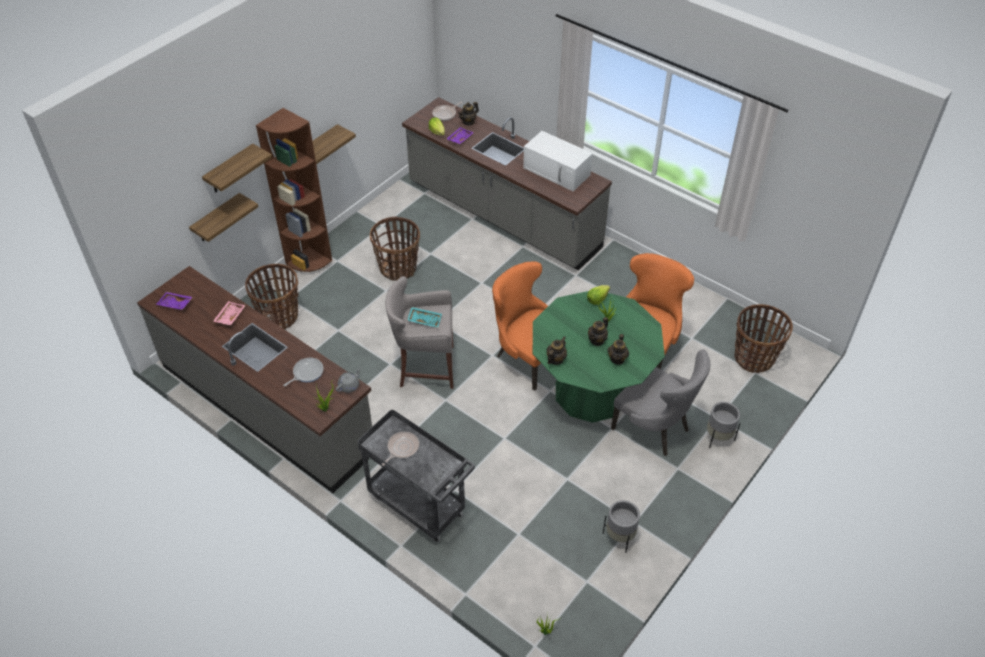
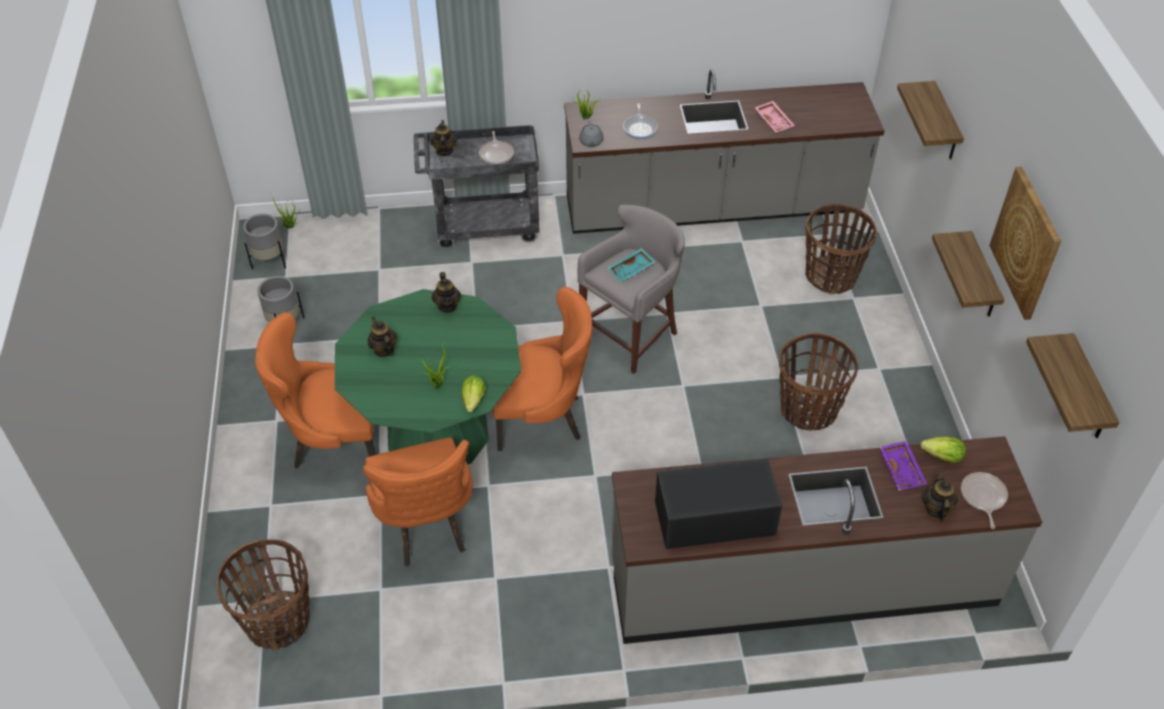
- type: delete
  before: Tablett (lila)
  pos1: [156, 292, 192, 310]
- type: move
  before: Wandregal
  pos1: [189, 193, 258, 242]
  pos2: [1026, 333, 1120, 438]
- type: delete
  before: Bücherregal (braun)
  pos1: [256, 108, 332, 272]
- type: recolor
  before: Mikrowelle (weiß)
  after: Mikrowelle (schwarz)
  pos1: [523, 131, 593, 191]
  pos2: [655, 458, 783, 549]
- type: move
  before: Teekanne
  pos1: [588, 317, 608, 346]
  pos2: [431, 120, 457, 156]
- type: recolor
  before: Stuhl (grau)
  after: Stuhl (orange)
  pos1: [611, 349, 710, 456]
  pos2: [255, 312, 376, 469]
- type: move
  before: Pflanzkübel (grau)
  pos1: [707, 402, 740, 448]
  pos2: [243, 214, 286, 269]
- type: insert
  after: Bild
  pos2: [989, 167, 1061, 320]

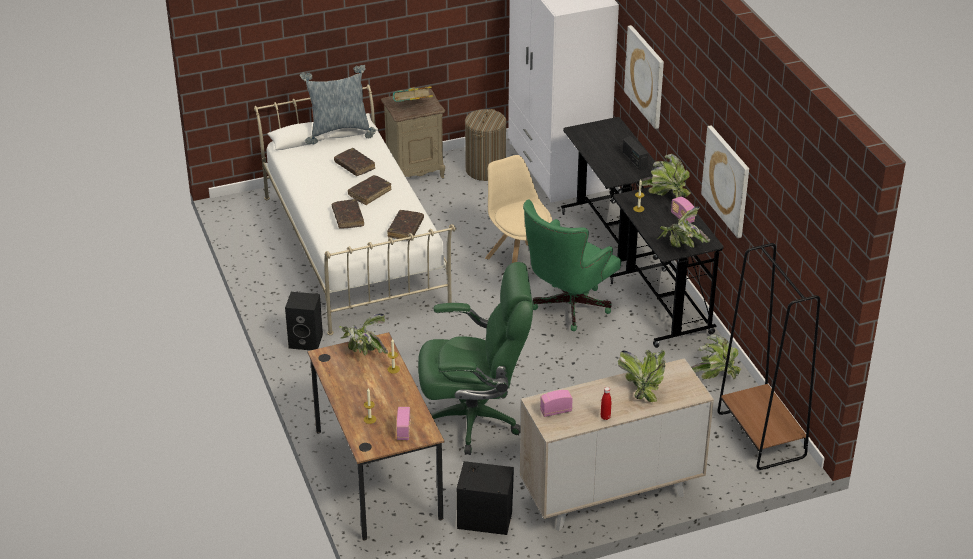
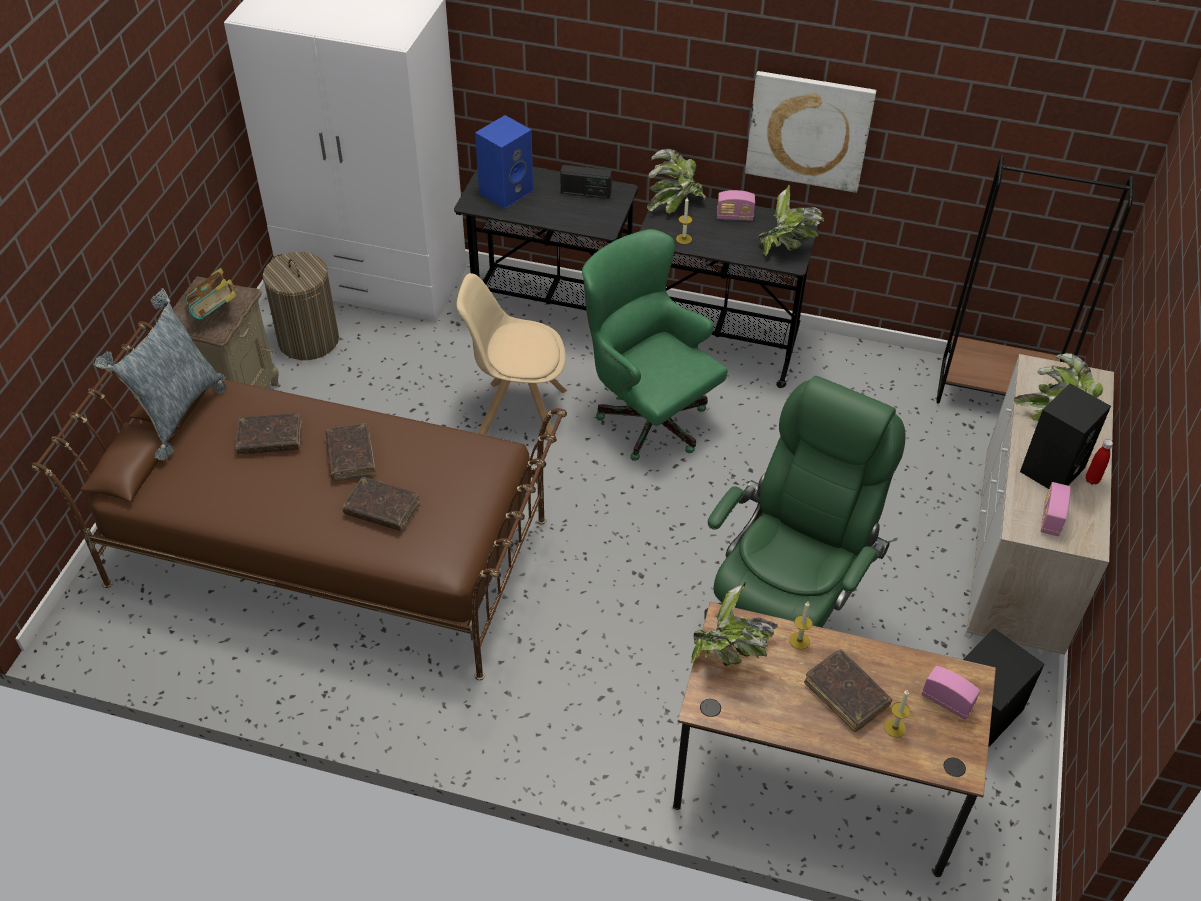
- type: recolor
  before: Bett (weiß)
  after: Bett (braun)
  pos1: [254, 85, 456, 335]
  pos2: [31, 321, 567, 680]
- type: move
  before: Lautsprecher (schwarz)
  pos1: [285, 292, 323, 350]
  pos2: [1020, 383, 1111, 489]
- type: move
  before: Buch (braun)
  pos1: [387, 210, 424, 240]
  pos2: [804, 649, 892, 732]
- type: rotate
  before: Bürostuhl (grün)
  pos1: [523, 199, 621, 331]
  pos2: [582, 229, 728, 461]
  turn: 150
- type: delete
  before: Bild
  pos1: [624, 25, 664, 129]
- type: delete
  before: Topfpflanze
  pos1: [691, 334, 741, 379]
- type: insert
  after: Lautsprecher (blau)
  pos2: [475, 115, 533, 209]

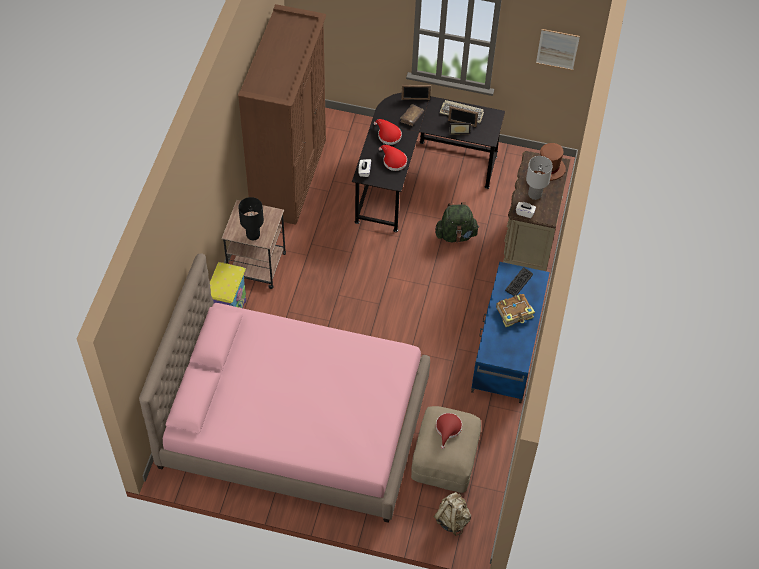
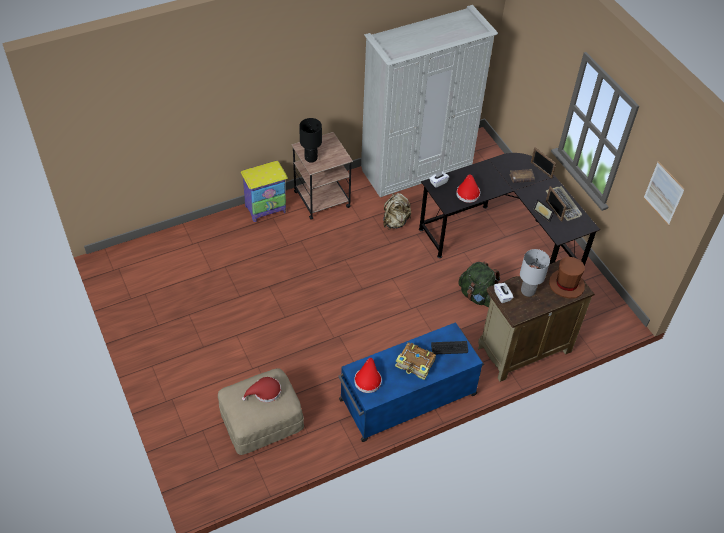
- type: delete
  before: Bett (rosa)
  pos1: [139, 253, 430, 523]
- type: recolor
  before: Kleiderschrank (braun)
  after: Kleiderschrank (weiß)
  pos1: [238, 4, 326, 224]
  pos2: [361, 5, 498, 197]
- type: move
  before: Hut (rot)
  pos1: [374, 119, 402, 145]
  pos2: [354, 358, 382, 393]
- type: move
  before: Rucksack (beige)
  pos1: [434, 492, 471, 536]
  pos2: [383, 193, 411, 230]

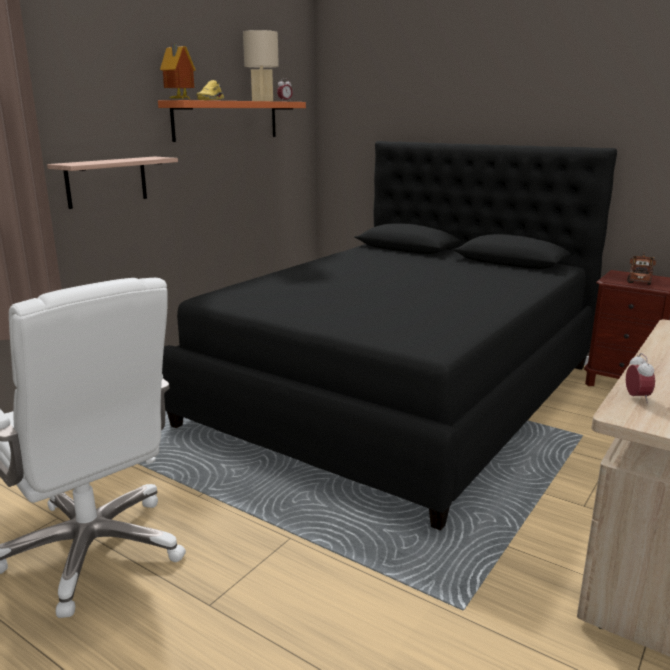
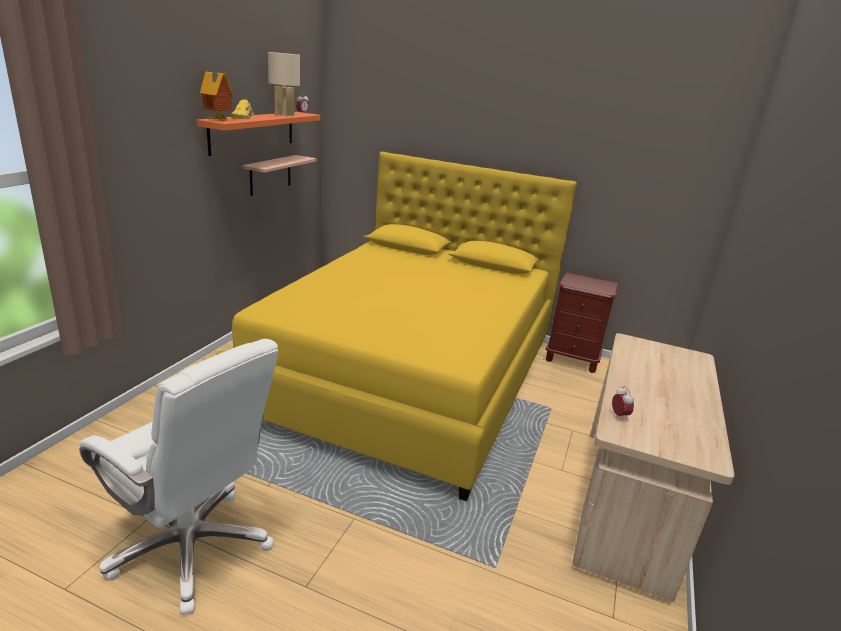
- type: move
  before: Wandregal
  pos1: [47, 157, 178, 209]
  pos2: [242, 155, 317, 196]
- type: recolor
  before: Bett (schwarz)
  after: Bett (gelb)
  pos1: [162, 141, 617, 531]
  pos2: [216, 152, 577, 501]
- type: delete
  before: Spielzeuglaster
  pos1: [627, 253, 656, 285]

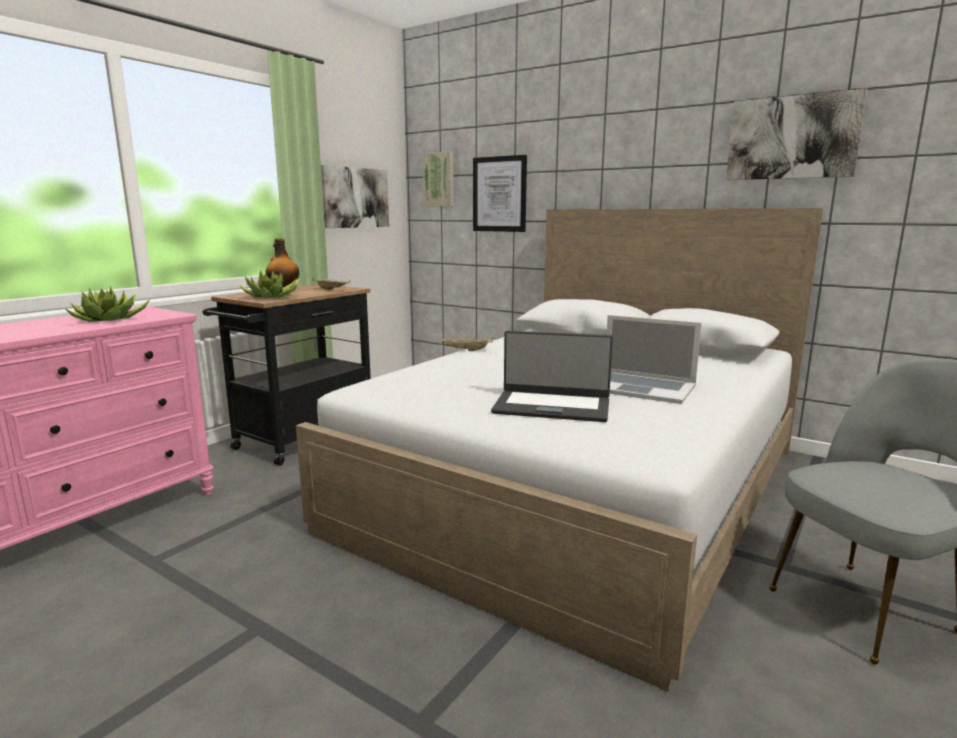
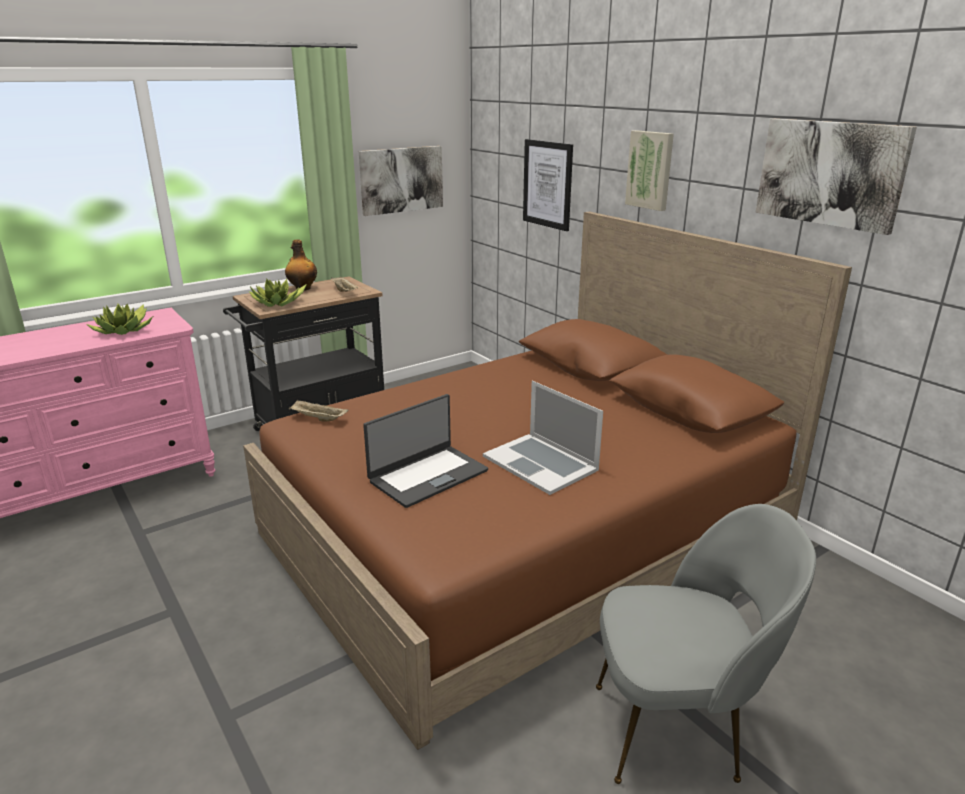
- type: recolor
  before: Bett (weiß)
  after: Bett (braun)
  pos1: [296, 208, 823, 691]
  pos2: [243, 211, 852, 750]
- type: move
  before: Bild
  pos1: [422, 151, 454, 206]
  pos2: [625, 130, 674, 211]
- type: move
  before: Tablett (beige)
  pos1: [440, 338, 493, 351]
  pos2: [289, 400, 349, 421]
- type: rotate
  before: Laptop
  pos1: [491, 331, 613, 422]
  pos2: [363, 394, 488, 508]
  turn: -75

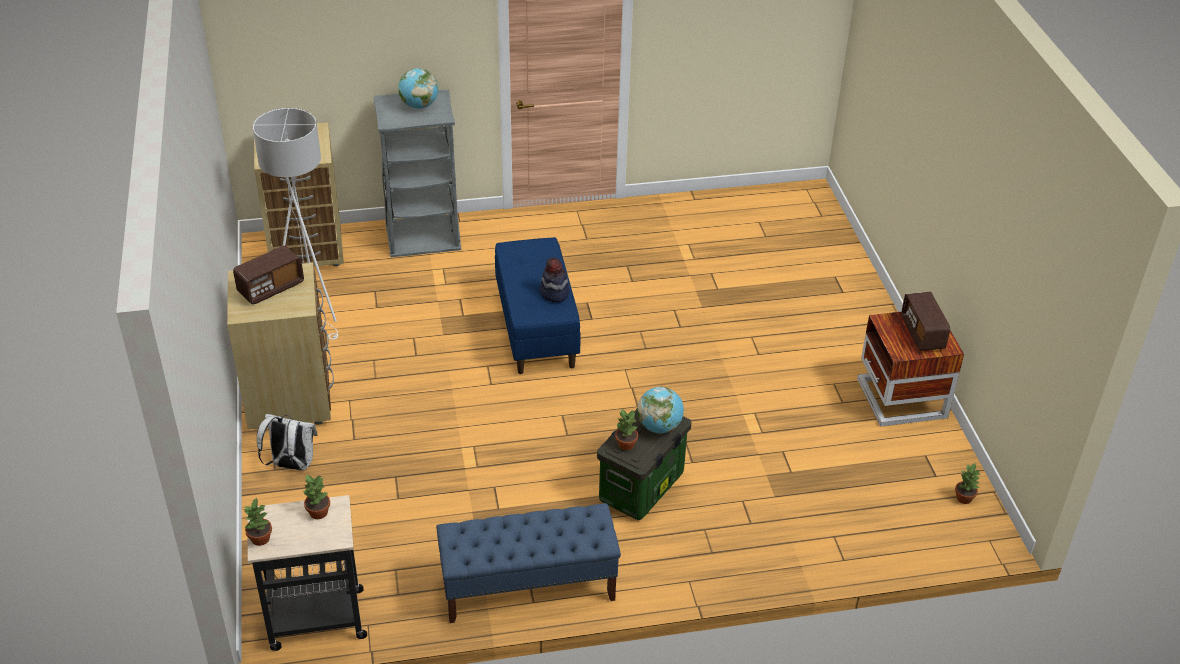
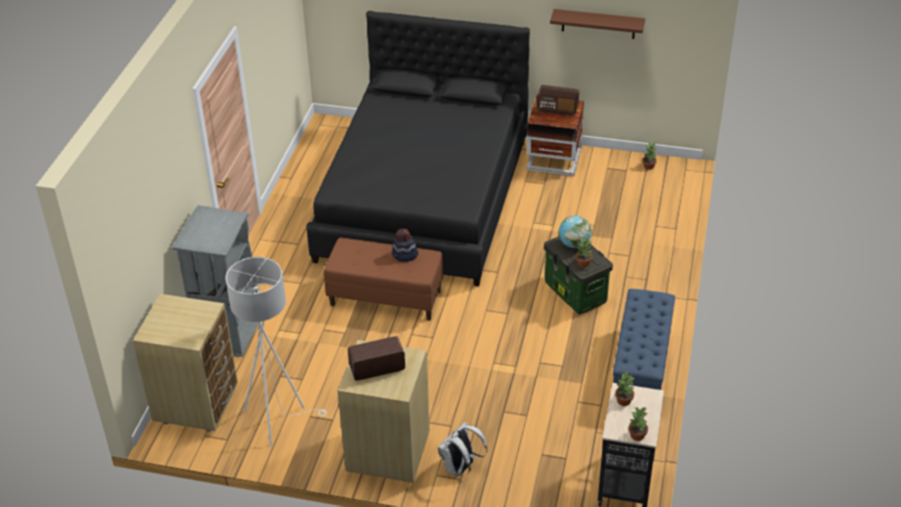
- type: rotate
  before: Radio
  pos1: [233, 245, 304, 304]
  pos2: [348, 336, 405, 381]
  turn: -90
- type: delete
  before: Globus
  pos1: [398, 68, 438, 109]
- type: recolor
  before: Bank (blau)
  after: Bank (braun)
  pos1: [495, 237, 581, 374]
  pos2: [324, 238, 443, 321]
- type: insert
  after: Bett (schwarz)
  pos2: [306, 11, 530, 287]
- type: insert
  after: Wandregal (braun)
  pos2: [550, 9, 645, 39]

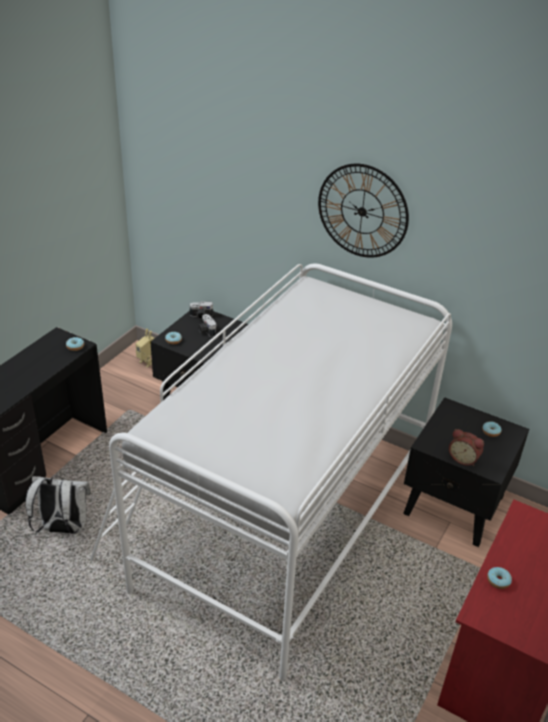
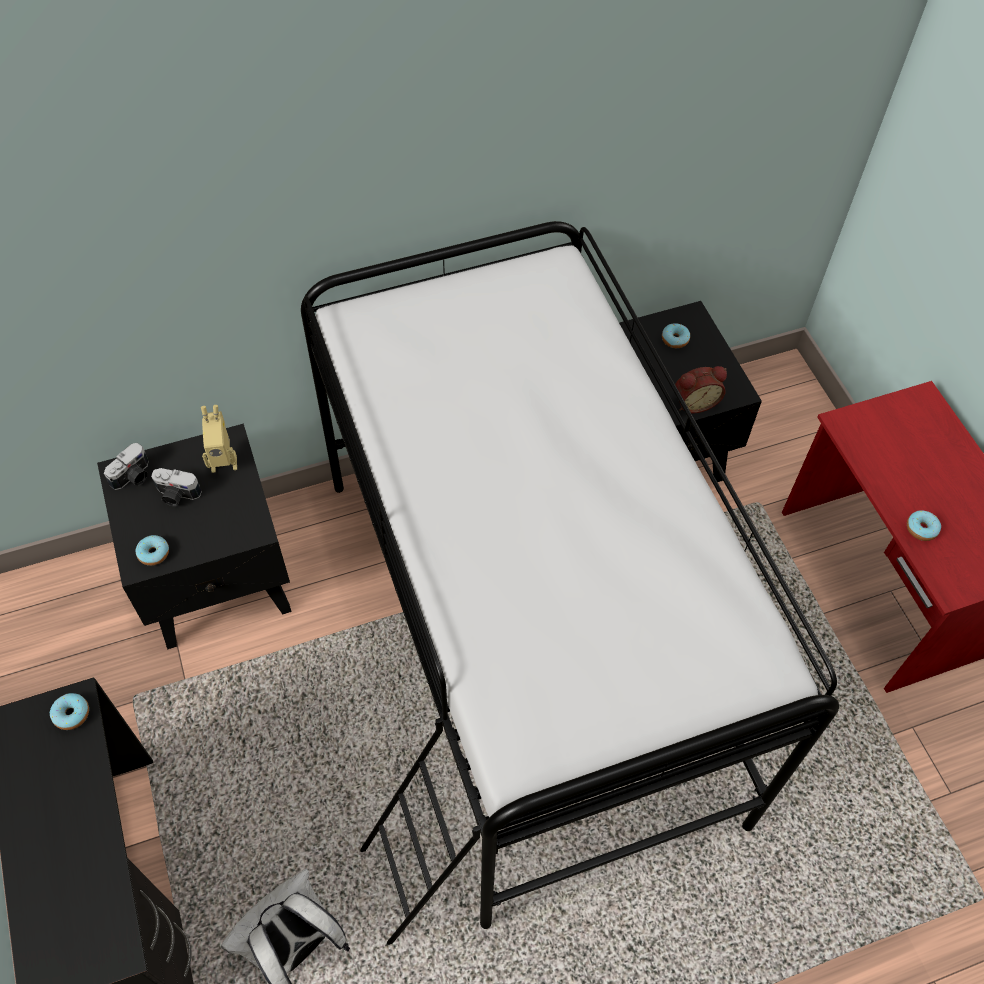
- type: recolor
  before: Bett (weiß)
  after: Bett (schwarz)
  pos1: [90, 264, 452, 680]
  pos2: [301, 221, 839, 945]
- type: move
  before: Spielzeugroboter
  pos1: [136, 329, 154, 367]
  pos2: [201, 405, 237, 473]
- type: delete
  before: Wanduhr
  pos1: [318, 164, 409, 258]

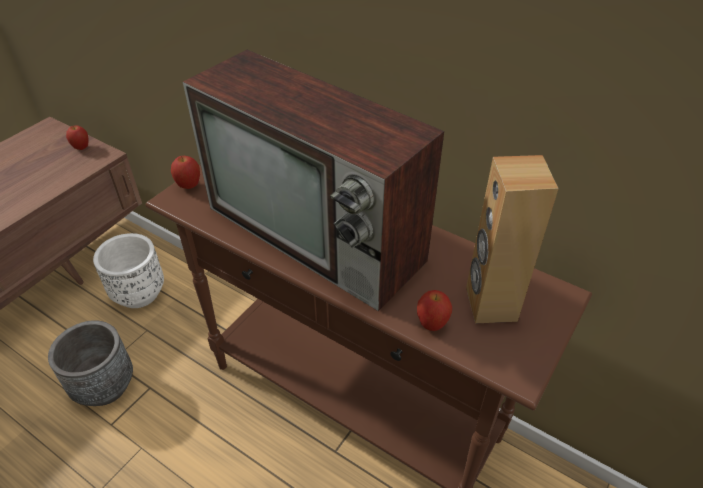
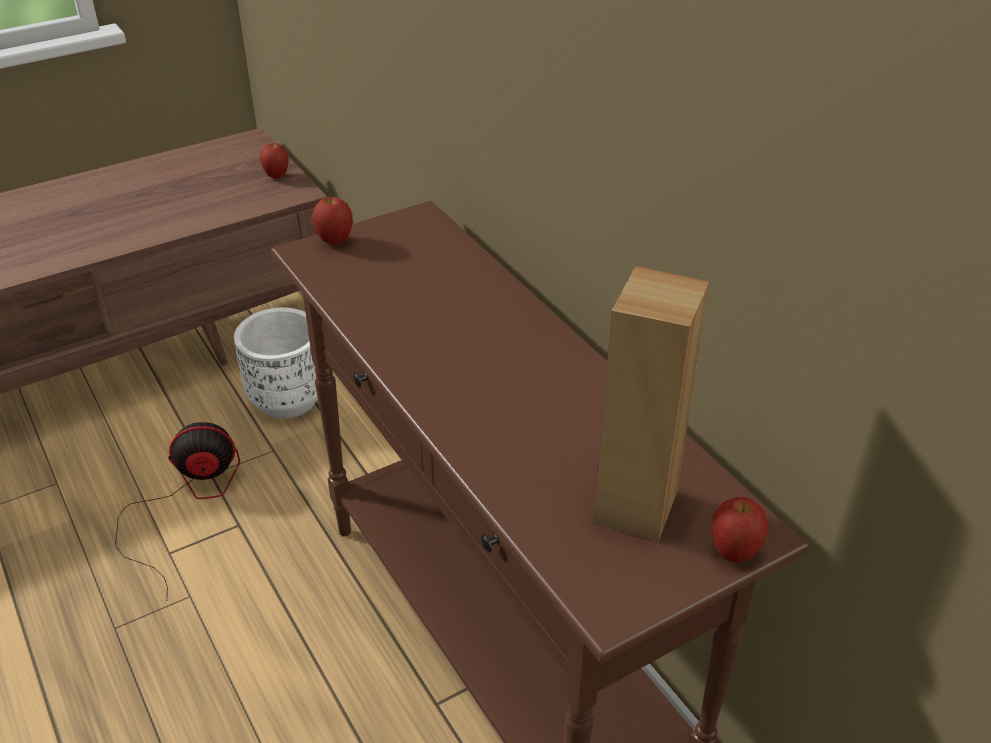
- type: replace
  before: Pflanzkübel (grau)
  after: Ventilator
  pos1: [48, 320, 133, 406]
  pos2: [115, 422, 240, 601]
- type: delete
  before: Fernseher
  pos1: [183, 50, 444, 311]
- type: move
  before: Apfel
  pos1: [417, 290, 452, 331]
  pos2: [712, 497, 768, 562]

